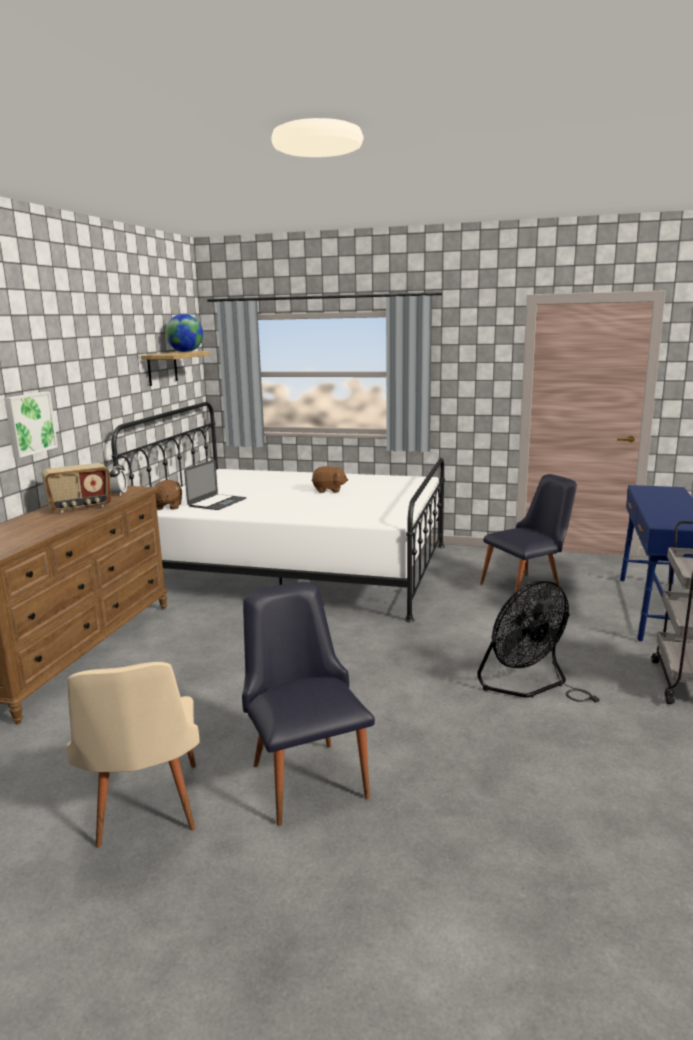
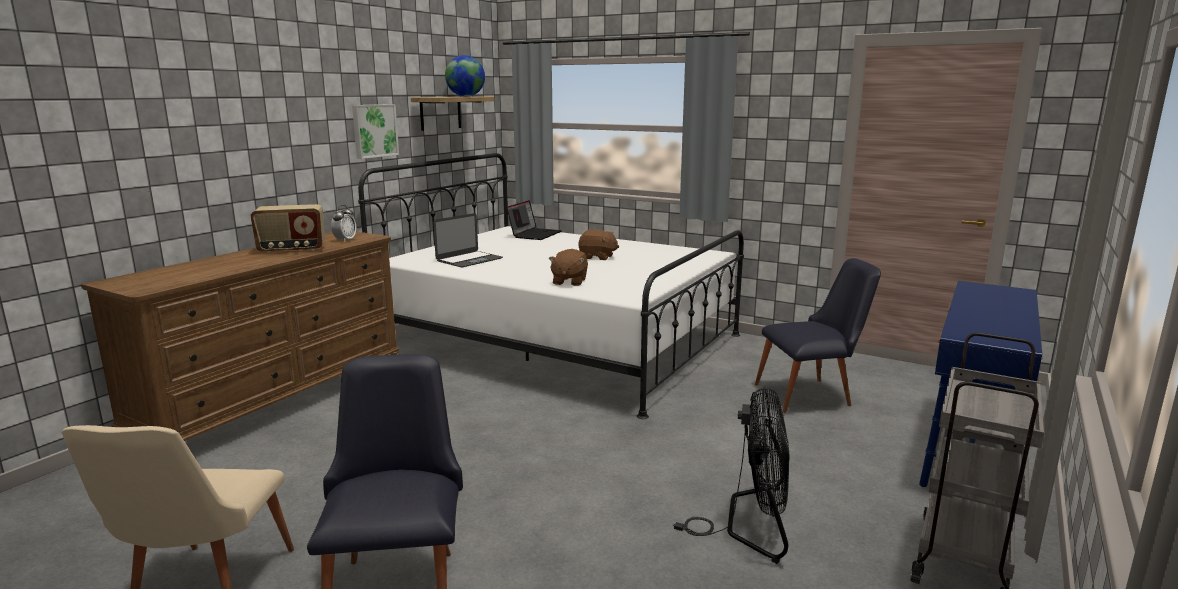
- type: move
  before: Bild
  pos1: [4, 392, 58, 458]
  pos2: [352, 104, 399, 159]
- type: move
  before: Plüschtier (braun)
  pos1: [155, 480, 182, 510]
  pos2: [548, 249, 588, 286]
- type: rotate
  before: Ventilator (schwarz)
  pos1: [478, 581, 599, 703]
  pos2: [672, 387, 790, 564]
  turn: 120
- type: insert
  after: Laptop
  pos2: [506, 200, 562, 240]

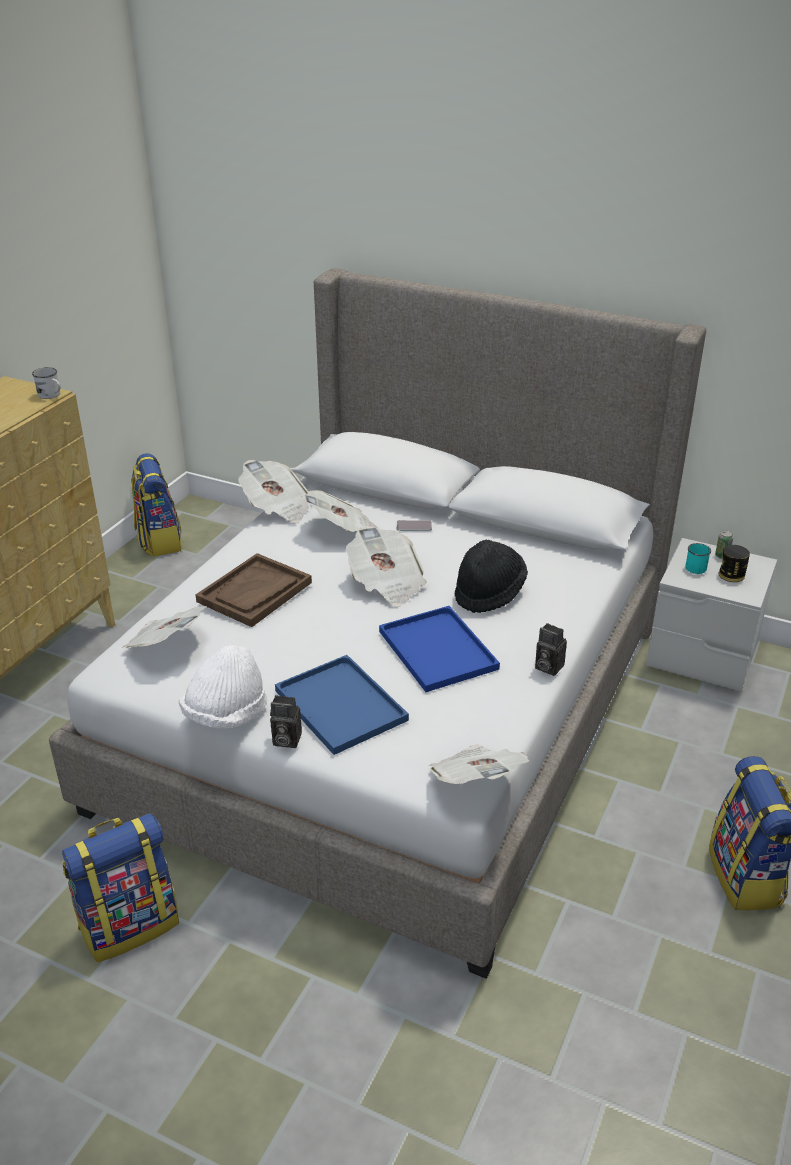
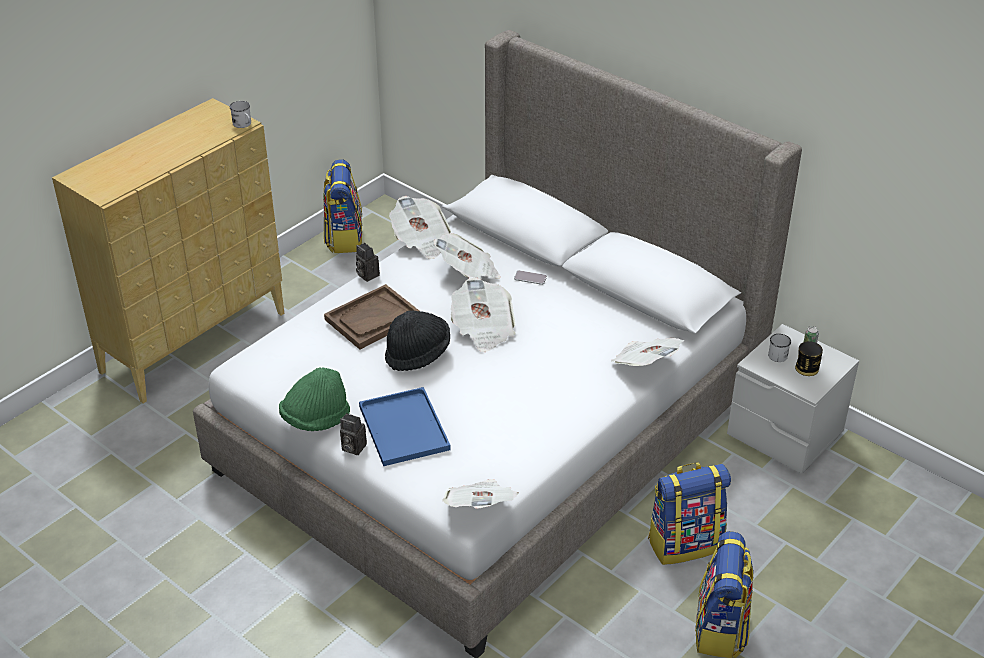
- type: move
  before: Rucksack
  pos1: [62, 813, 179, 962]
  pos2: [648, 462, 731, 565]
- type: move
  before: Zeitung
  pos1: [122, 606, 207, 648]
  pos2: [611, 338, 684, 366]
- type: recolor
  before: Hut (weiß)
  after: Hut (grün)
  pos1: [179, 645, 267, 729]
  pos2: [279, 367, 350, 431]
- type: delete
  before: Tablett (blau)
  pos1: [379, 606, 500, 692]
- type: move
  before: Hut (schwarz)
  pos1: [455, 540, 528, 613]
  pos2: [385, 311, 450, 371]
- type: move
  before: Kamera
  pos1: [535, 623, 567, 676]
  pos2: [356, 243, 380, 282]
- type: recolor
  before: Henkelbecher (türkis)
  after: Henkelbecher (weiß)
  pos1: [685, 543, 711, 574]
  pos2: [768, 334, 791, 362]

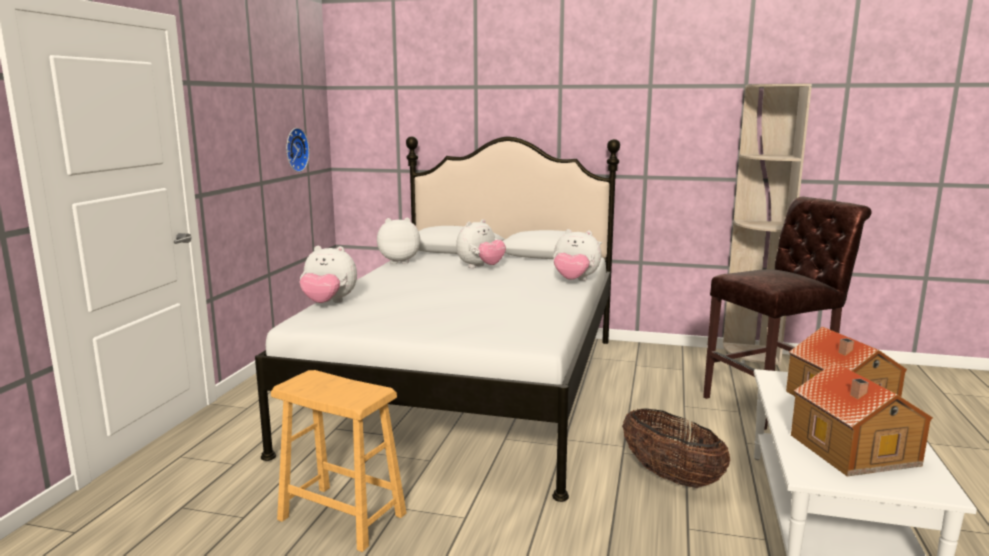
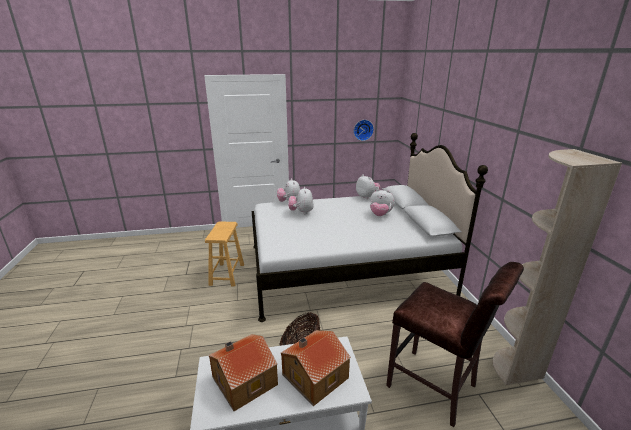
- type: move
  before: Plüschtier
  pos1: [553, 229, 601, 281]
  pos2: [288, 186, 314, 214]

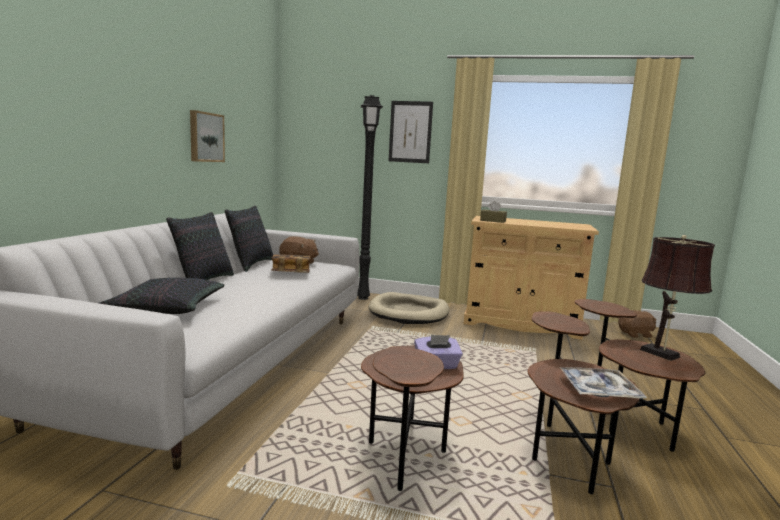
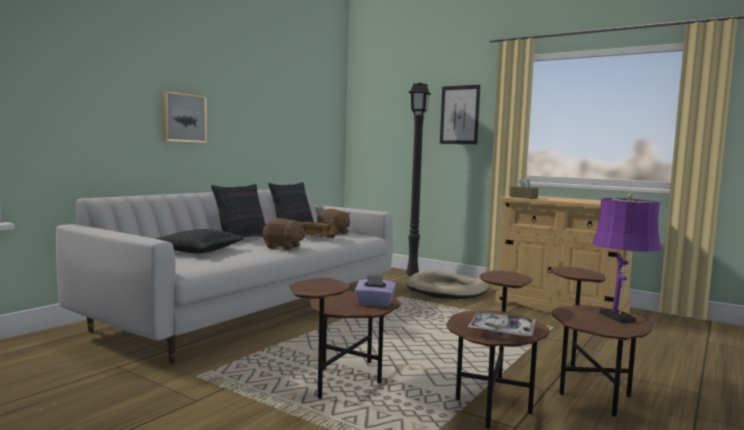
- type: move
  before: Bild
  pos1: [190, 110, 225, 162]
  pos2: [162, 91, 206, 143]
- type: move
  before: Plüschtier (braun)
  pos1: [618, 310, 657, 338]
  pos2: [263, 218, 306, 250]
- type: recolor
  before: Tischlampe (braun)
  after: Tischlampe (lila)
  pos1: [640, 235, 715, 361]
  pos2: [593, 194, 662, 323]

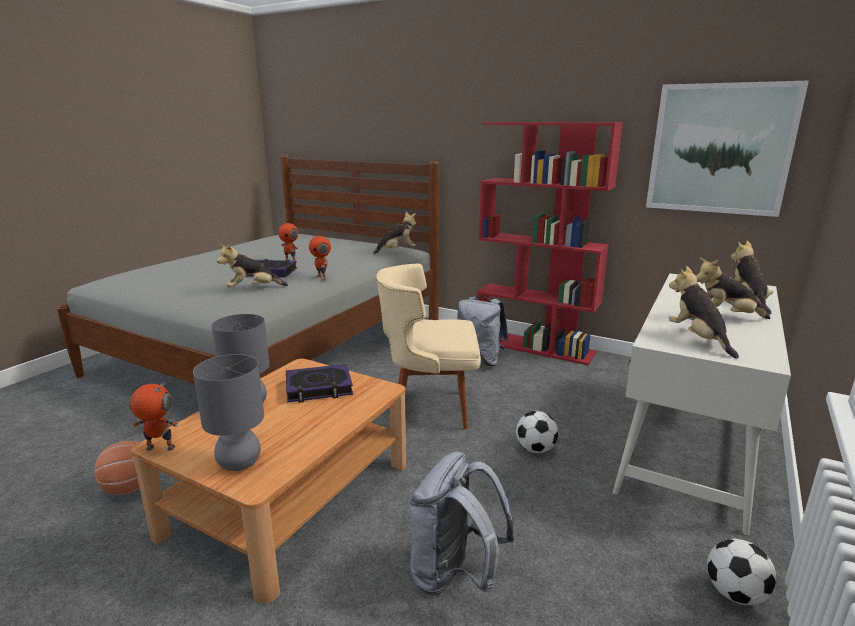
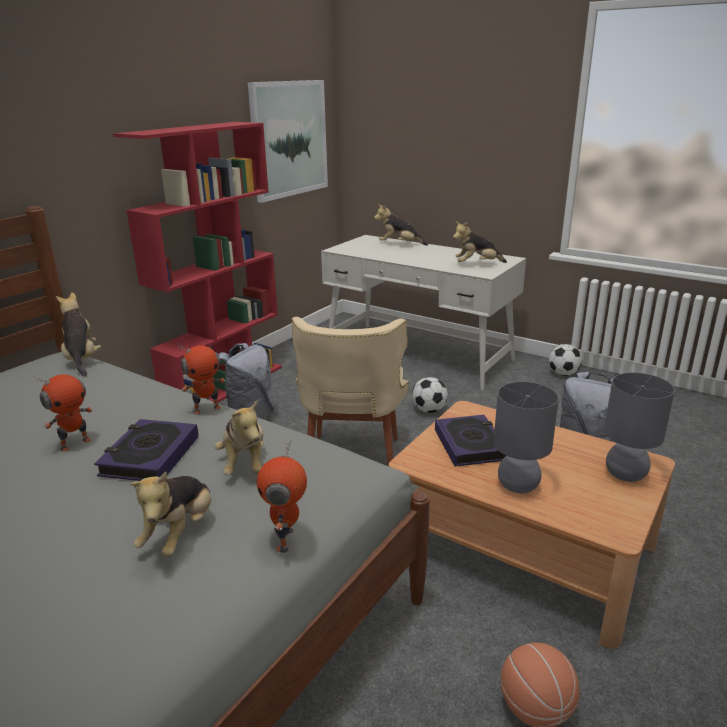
- type: move
  before: Spielzeugroboter
  pos1: [129, 382, 178, 451]
  pos2: [257, 441, 307, 553]
- type: move
  before: Plüschtier
  pos1: [696, 258, 770, 319]
  pos2: [130, 472, 211, 557]

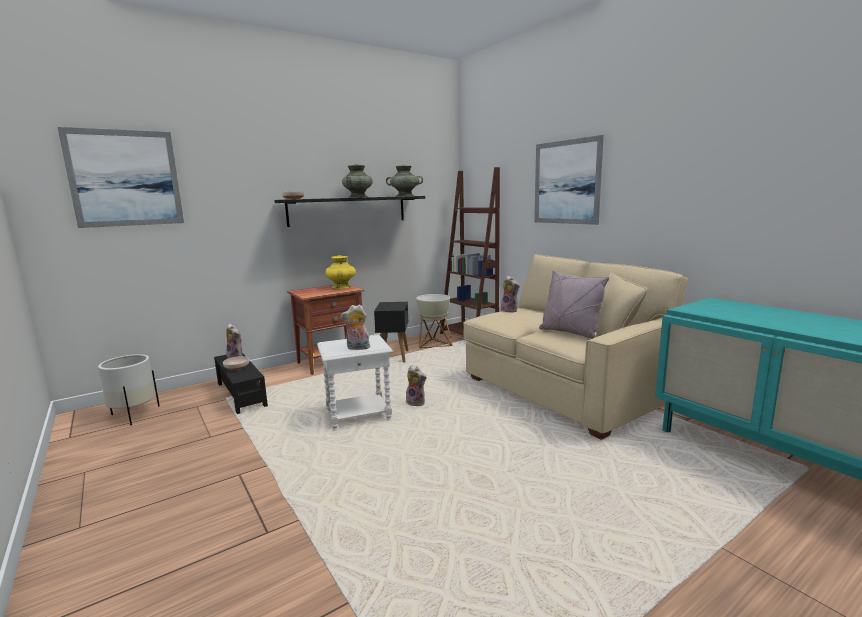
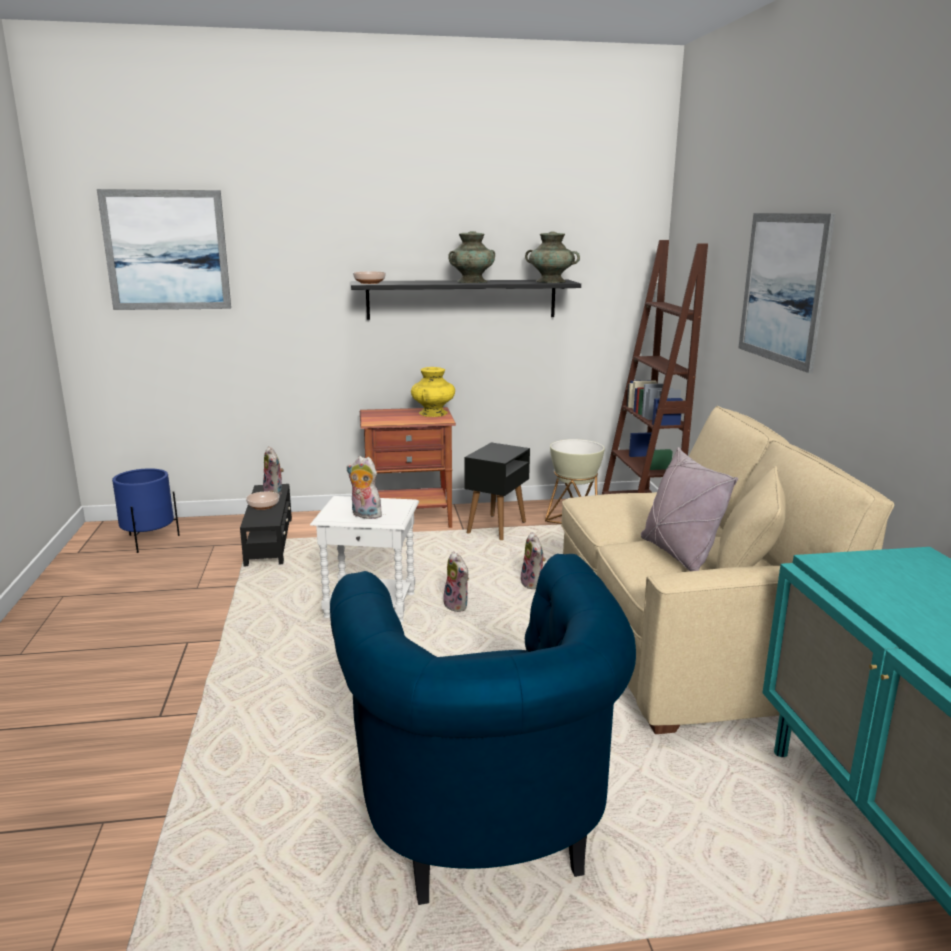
- type: recolor
  before: Pflanzkübel (weiß)
  after: Pflanzkübel (blau)
  pos1: [98, 354, 160, 425]
  pos2: [112, 468, 180, 553]
- type: move
  before: Plüschtier
  pos1: [500, 275, 520, 312]
  pos2: [521, 532, 546, 589]
- type: insert
  after: Sessel (blau)
  pos2: [330, 554, 636, 905]

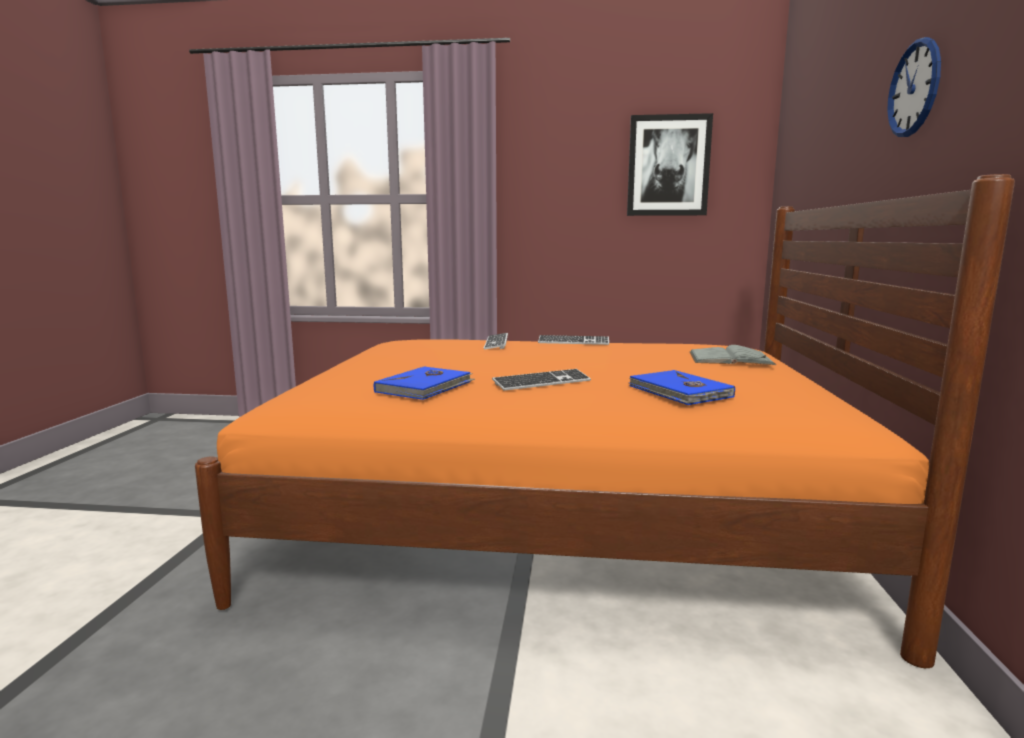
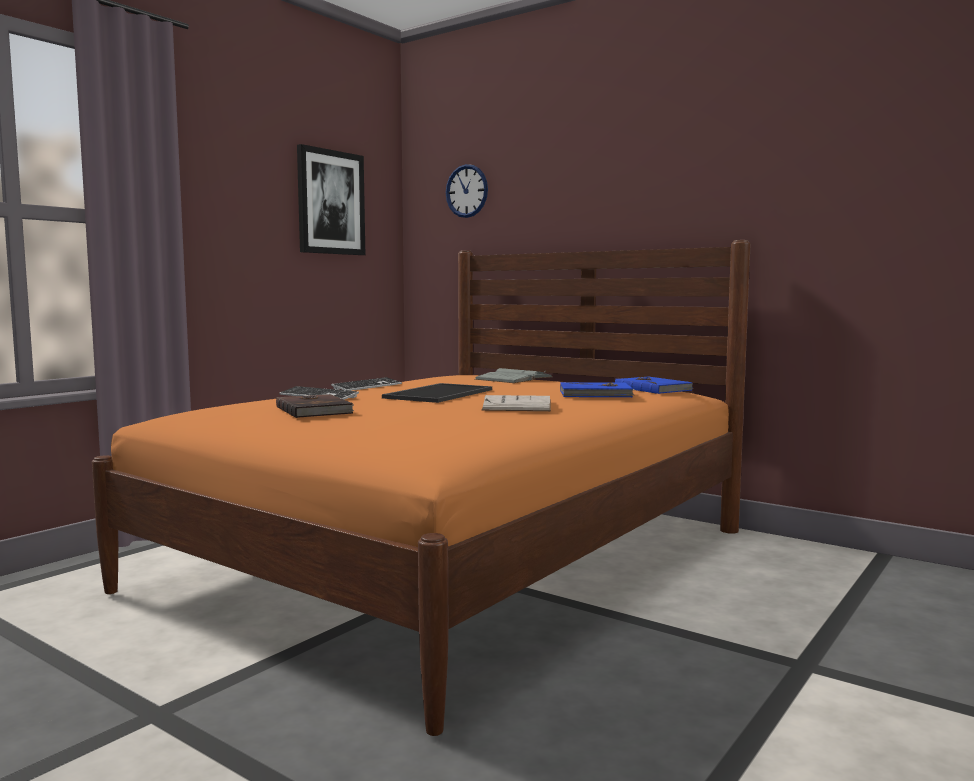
- type: move
  before: Buch (blau)
  pos1: [374, 366, 475, 400]
  pos2: [615, 377, 693, 394]
- type: replace
  before: Tastatur
  after: Buch (weiß)
  pos1: [492, 369, 591, 391]
  pos2: [482, 395, 551, 411]
- type: move
  before: Wanduhr
  pos1: [887, 37, 941, 137]
  pos2: [446, 164, 488, 218]
- type: insert
  after: Buch (braun)
  pos2: [276, 394, 354, 418]
- type: insert
  after: Tablett
  pos2: [382, 383, 492, 403]

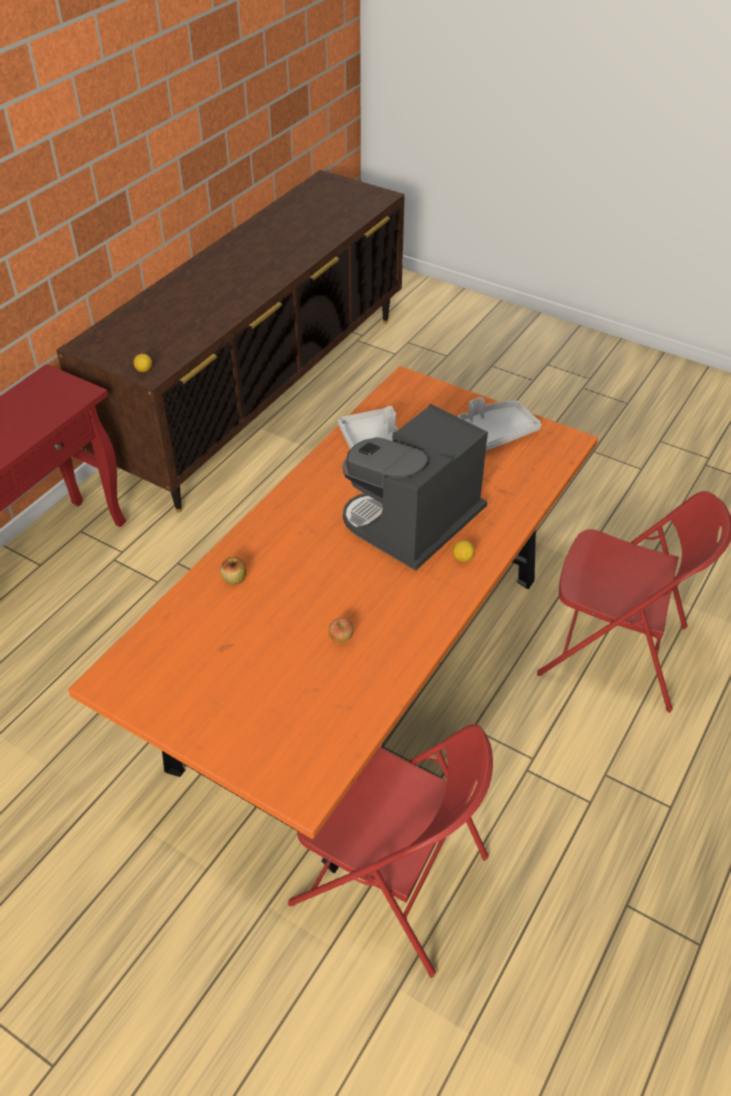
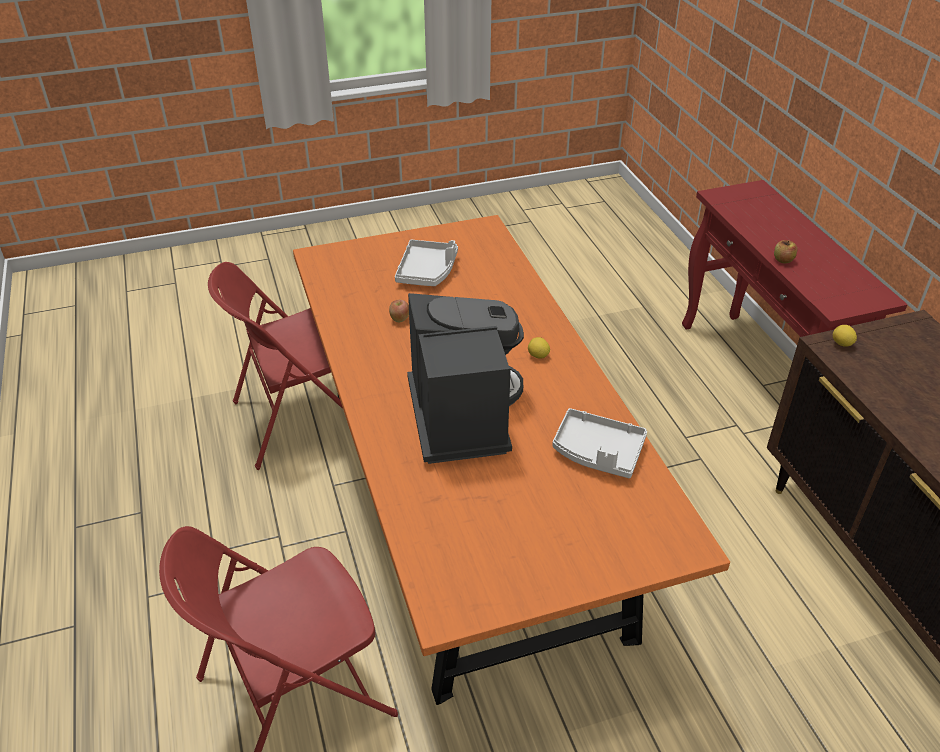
- type: move
  before: Apfel
  pos1: [220, 557, 246, 585]
  pos2: [774, 240, 797, 263]
- type: move
  before: Zitrone
  pos1: [453, 541, 475, 562]
  pos2: [528, 337, 550, 359]
- type: move
  before: Tablett (grau)
  pos1: [458, 397, 541, 451]
  pos2: [395, 240, 458, 286]

